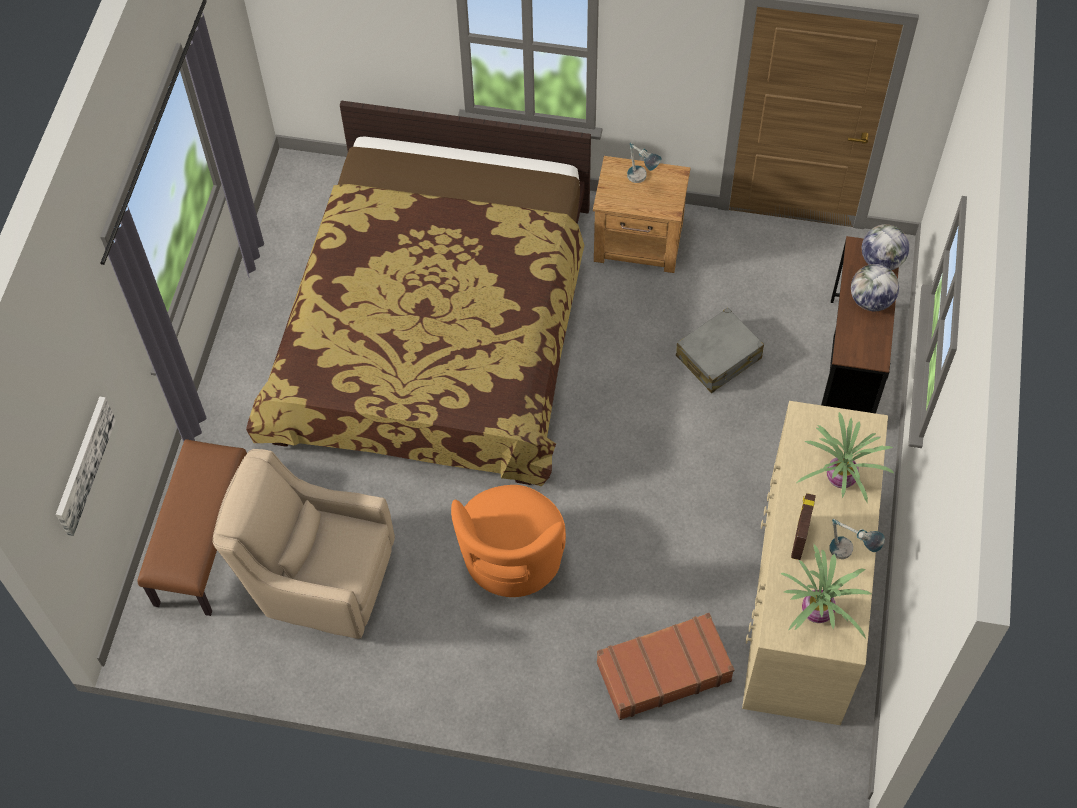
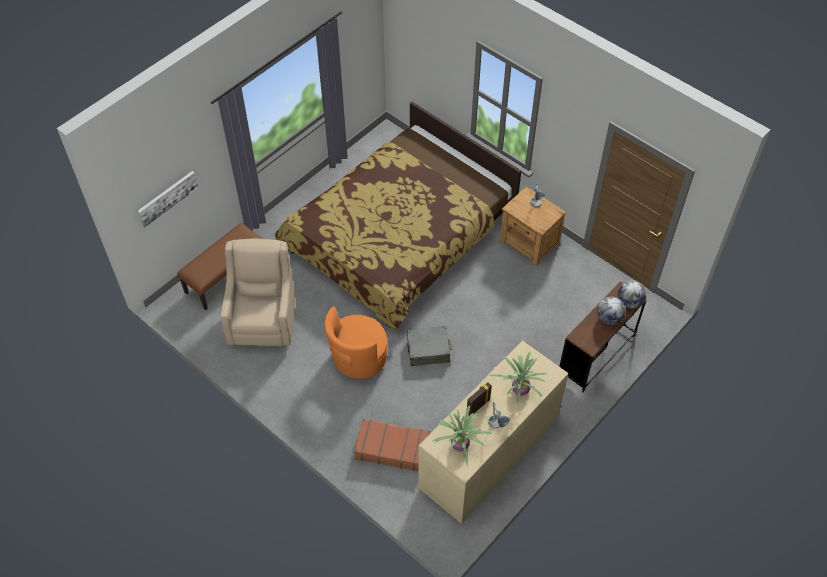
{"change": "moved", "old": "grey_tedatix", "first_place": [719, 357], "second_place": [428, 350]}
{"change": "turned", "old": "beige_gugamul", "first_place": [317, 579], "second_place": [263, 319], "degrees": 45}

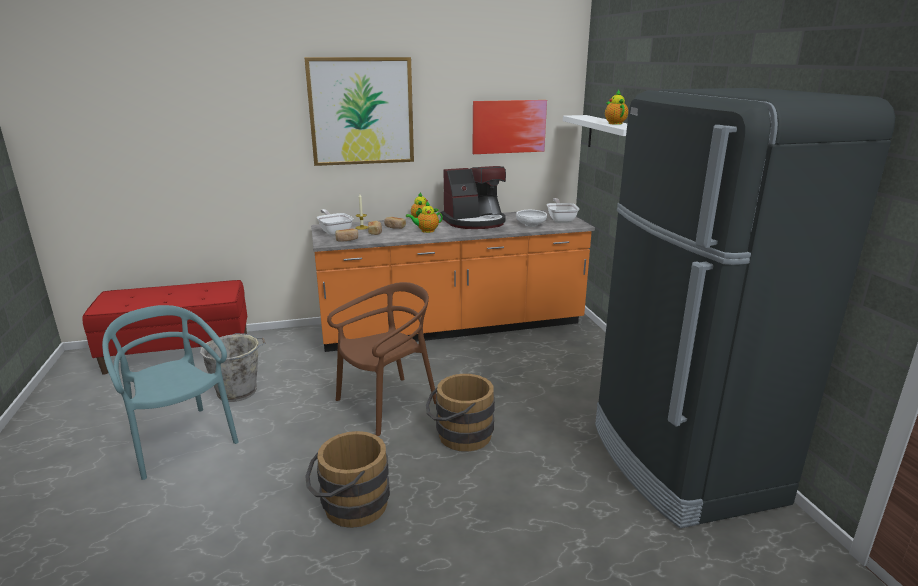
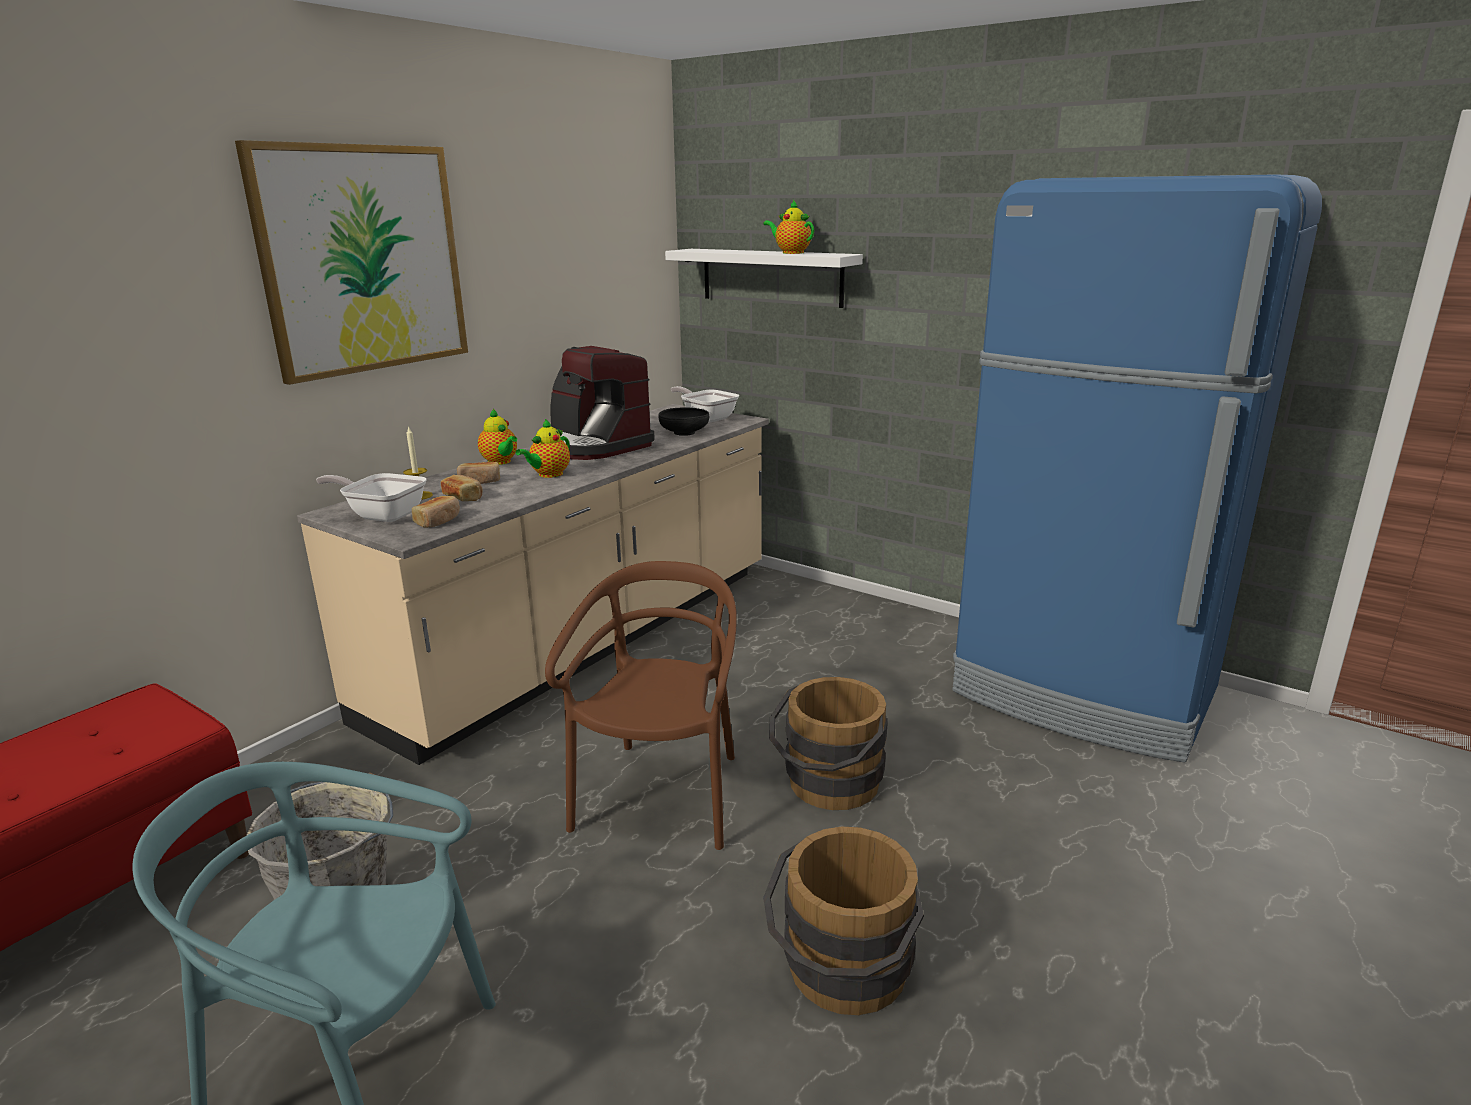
{"change": "removed", "old": "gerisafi", "first_place": [508, 126]}
{"change": "recoloured", "old": "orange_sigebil", "new": "beige_sigebil", "first_place": [452, 327], "second_place": [586, 641]}
{"change": "recoloured", "old": "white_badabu", "new": "black_badabu", "first_place": [531, 225], "second_place": [684, 433]}
{"change": "recoloured", "old": "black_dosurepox", "new": "blue_dosurepox", "first_place": [681, 463], "second_place": [1084, 692]}
{"change": "turned", "old": "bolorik", "first_place": [475, 222], "second_place": [594, 445], "degrees": 105}

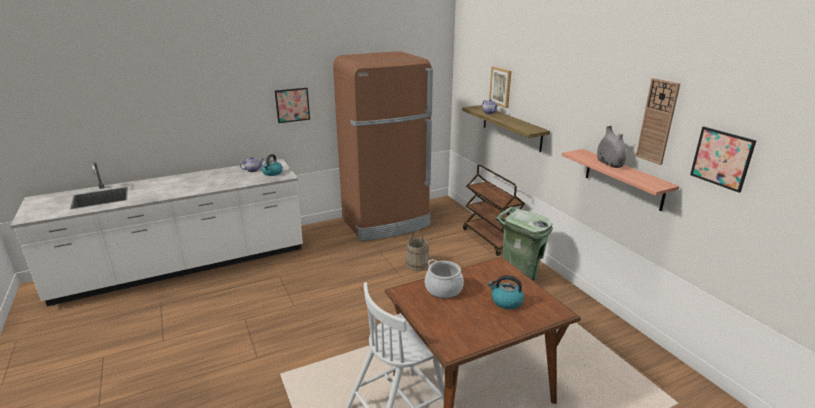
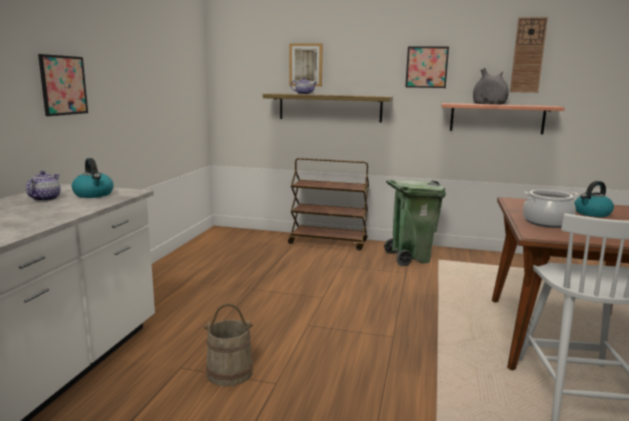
{"change": "removed", "old": "brown_dosurepox", "first_place": [386, 223]}
{"change": "moved", "old": "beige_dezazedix", "first_place": [417, 264], "second_place": [229, 373]}
{"change": "moved", "old": "gerisafi", "first_place": [721, 158], "second_place": [426, 67]}

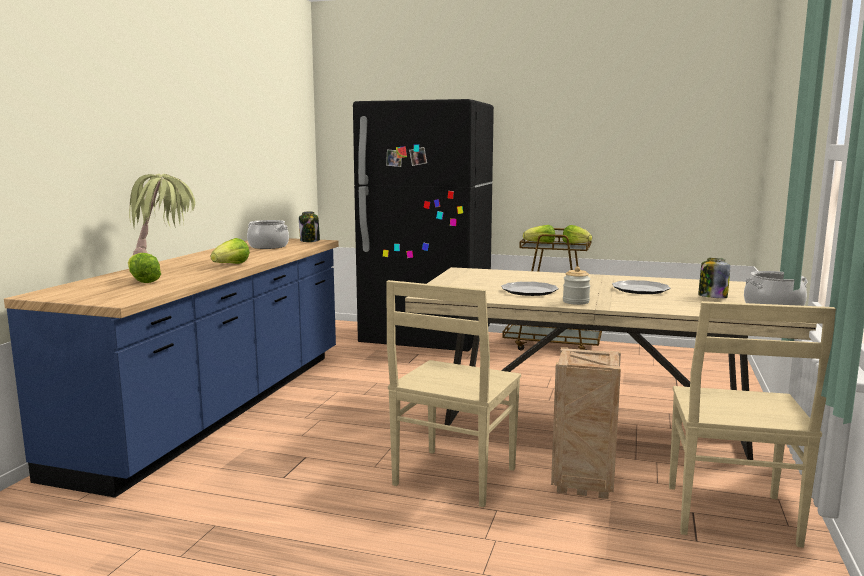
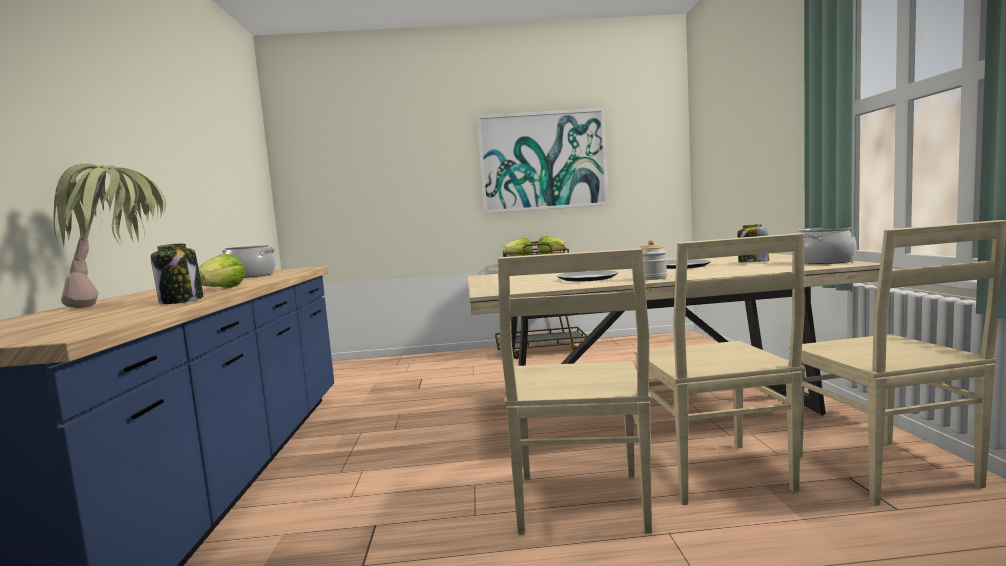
{"change": "removed", "old": "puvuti", "first_place": [142, 281]}
{"change": "removed", "old": "black_dosurepox", "first_place": [426, 340]}
{"change": "added", "new": "gerisafi", "second_place": [543, 161]}
{"change": "moved", "old": "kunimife", "first_place": [310, 241], "second_place": [182, 301]}
{"change": "replaced", "old": "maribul", "new": "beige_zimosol", "first_place": [581, 484], "second_place": [716, 474]}

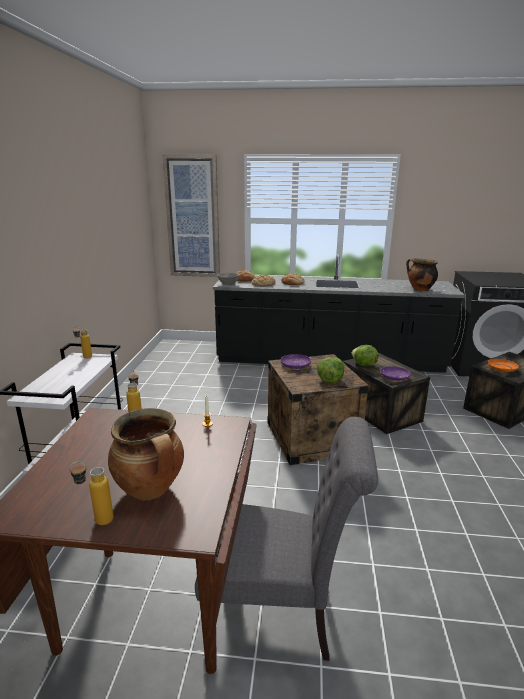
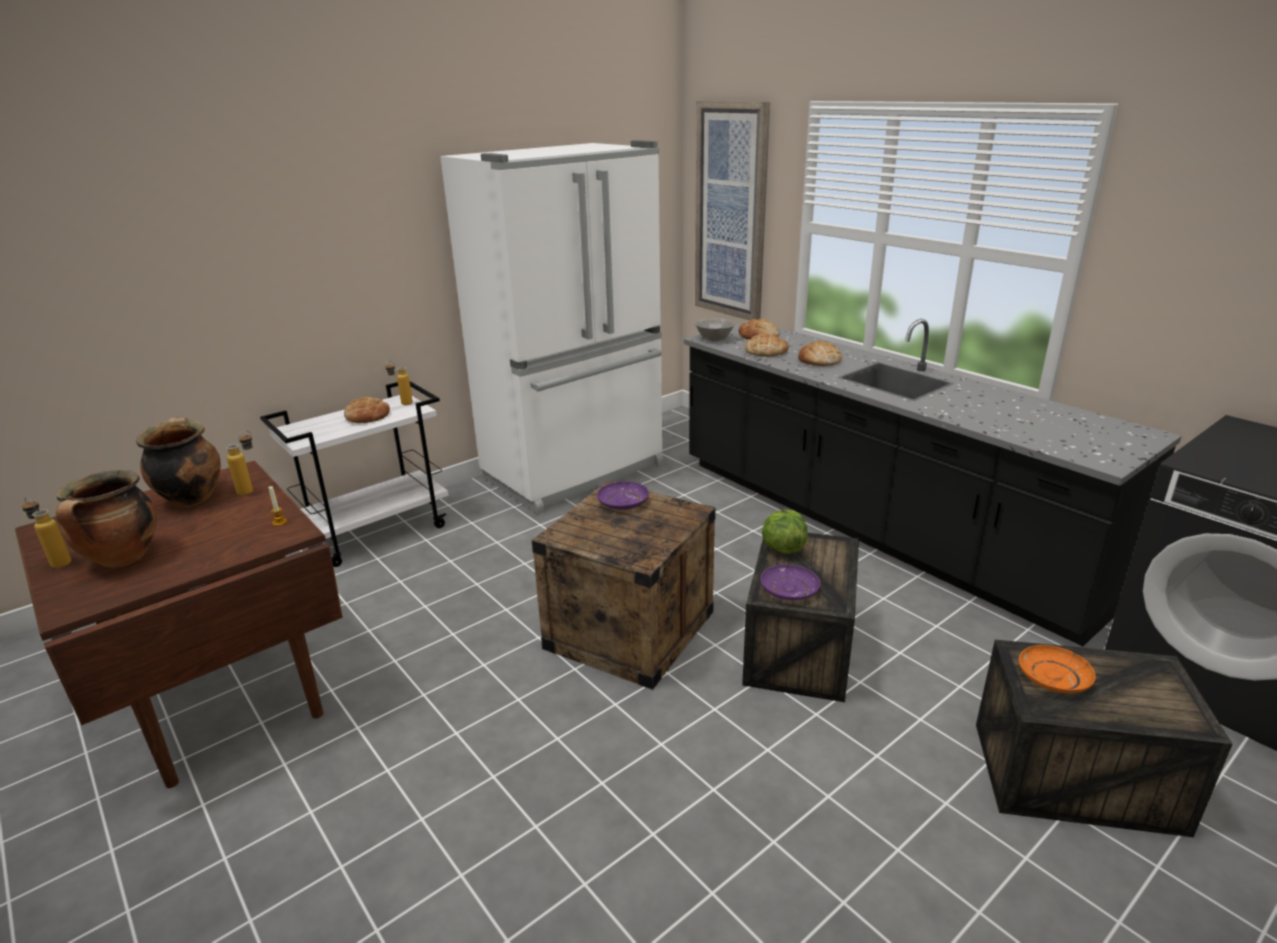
{"change": "removed", "old": "grey_zimosol", "first_place": [280, 616]}
{"change": "removed", "old": "puvuti", "first_place": [330, 381]}
{"change": "added", "new": "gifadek", "second_place": [367, 416]}
{"change": "added", "new": "white_dosurepox", "second_place": [576, 472]}
{"change": "moved", "old": "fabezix", "first_place": [419, 289], "second_place": [191, 498]}

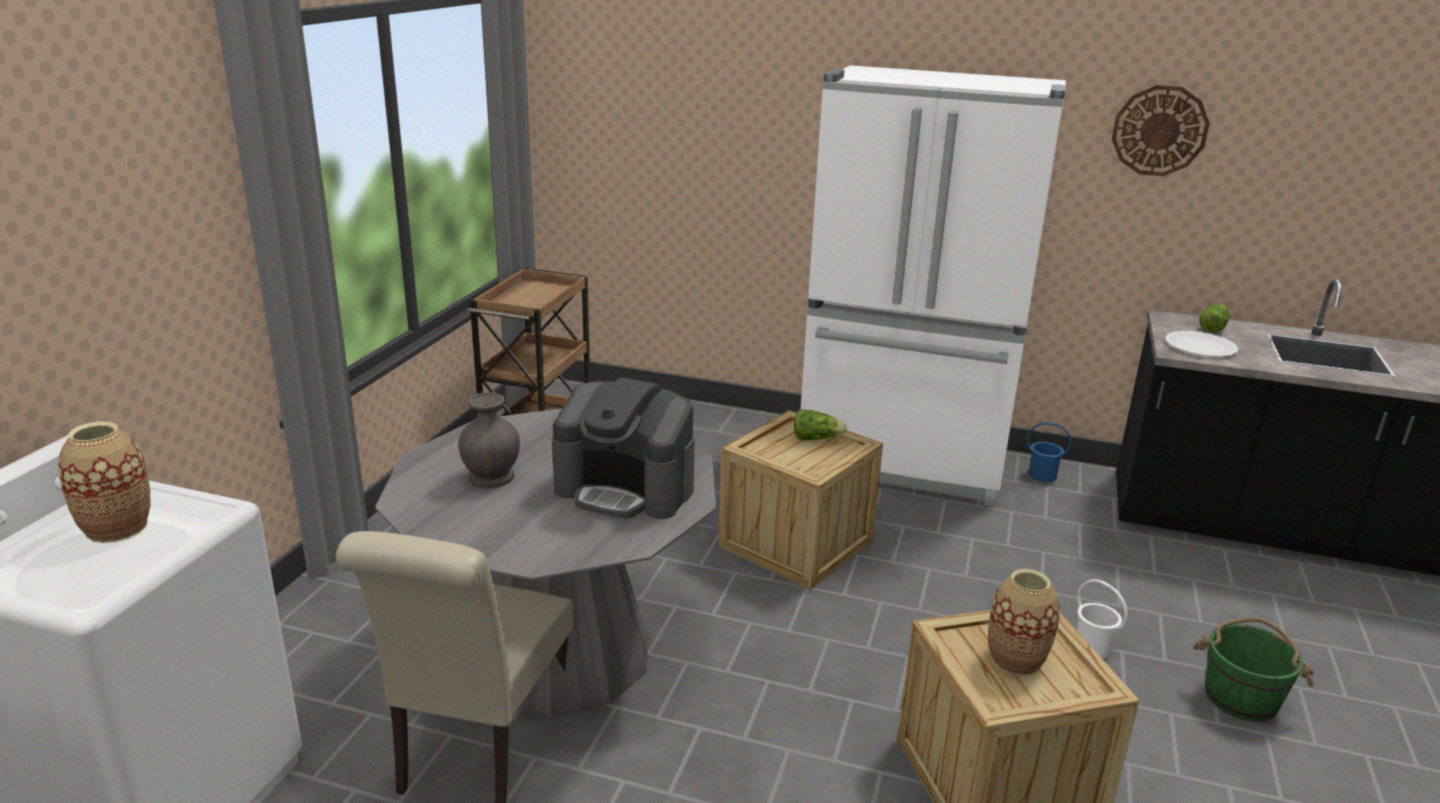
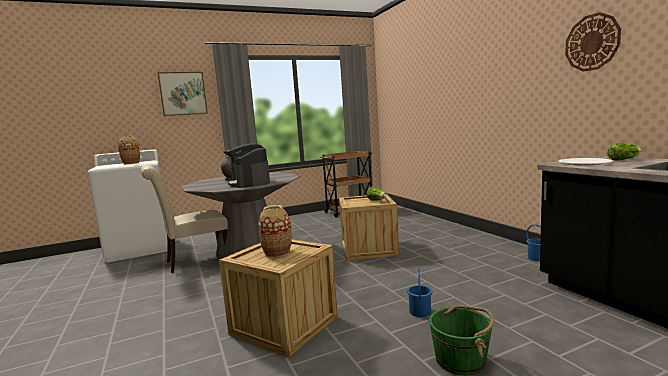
{"change": "removed", "old": "white_dosurepox", "first_place": [903, 463]}
{"change": "added", "new": "gerisafi", "second_place": [183, 93]}
{"change": "recoloured", "old": "white_dezazedix", "new": "blue_dezazedix", "first_place": [1092, 646], "second_place": [420, 311]}

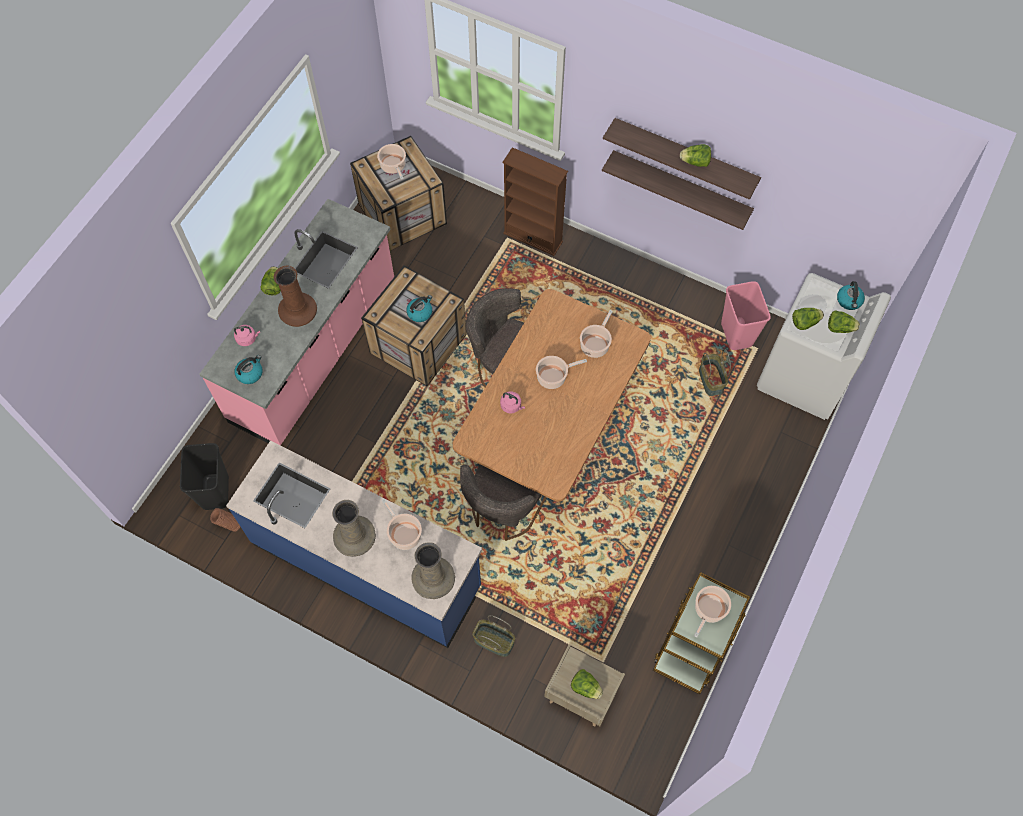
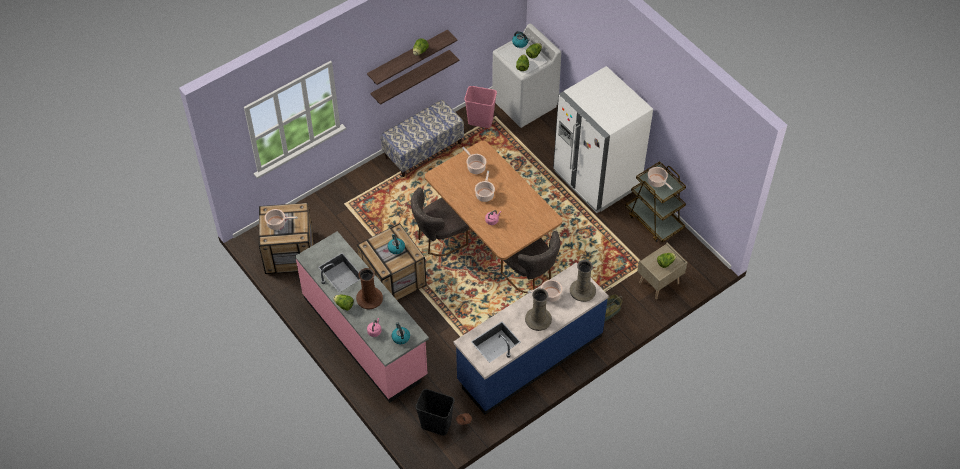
{"change": "removed", "old": "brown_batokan", "first_place": [533, 237]}
{"change": "removed", "old": "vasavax", "first_place": [711, 380]}
{"change": "added", "new": "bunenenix", "second_place": [423, 150]}
{"change": "added", "new": "white_dosurepox", "second_place": [596, 179]}

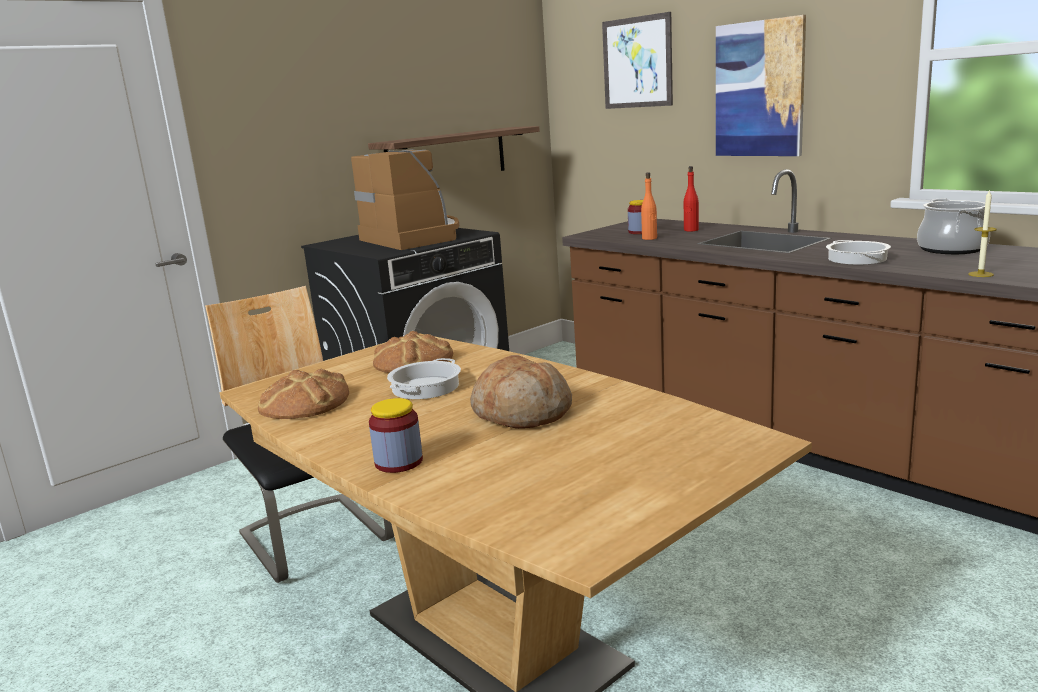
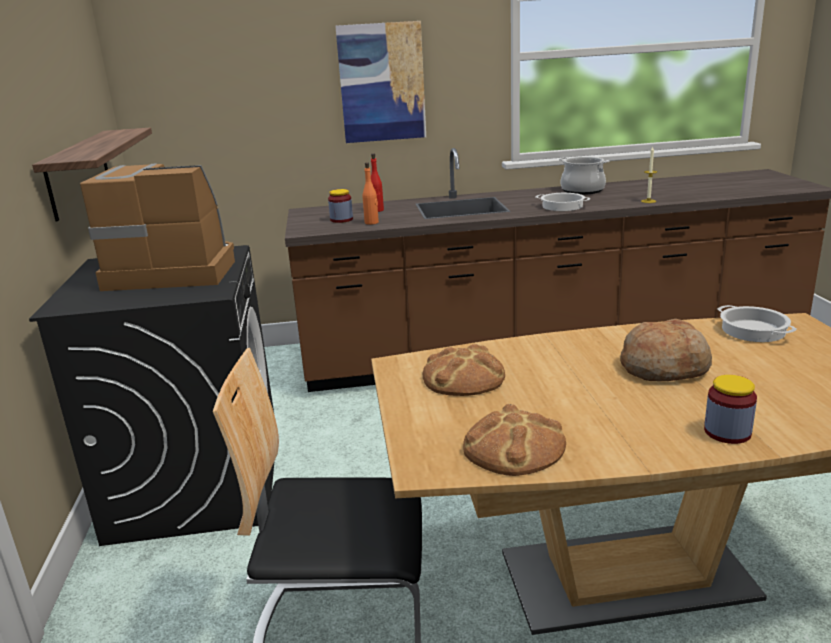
{"change": "removed", "old": "gerisafi", "first_place": [637, 62]}
{"change": "moved", "old": "fabezix", "first_place": [425, 387], "second_place": [752, 330]}

